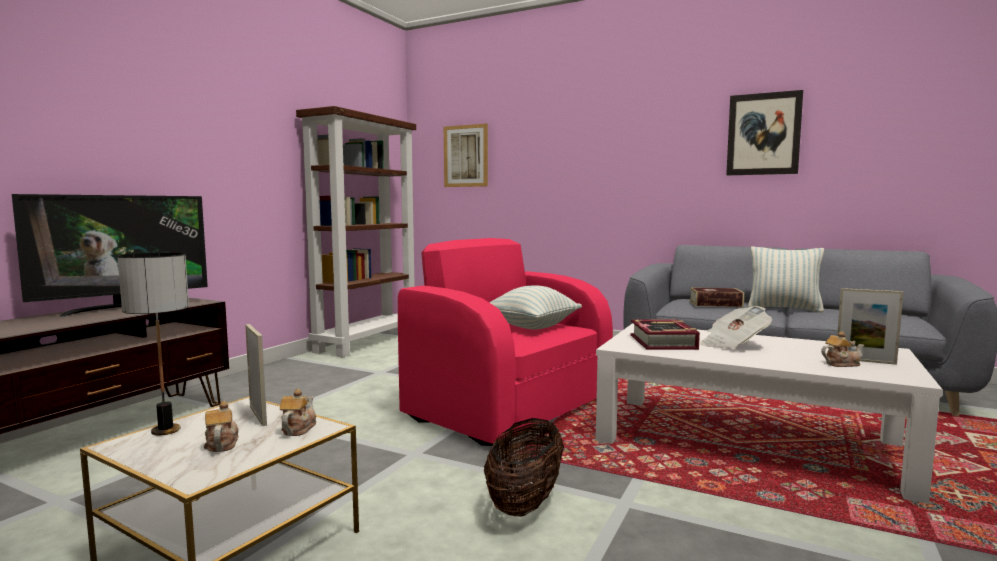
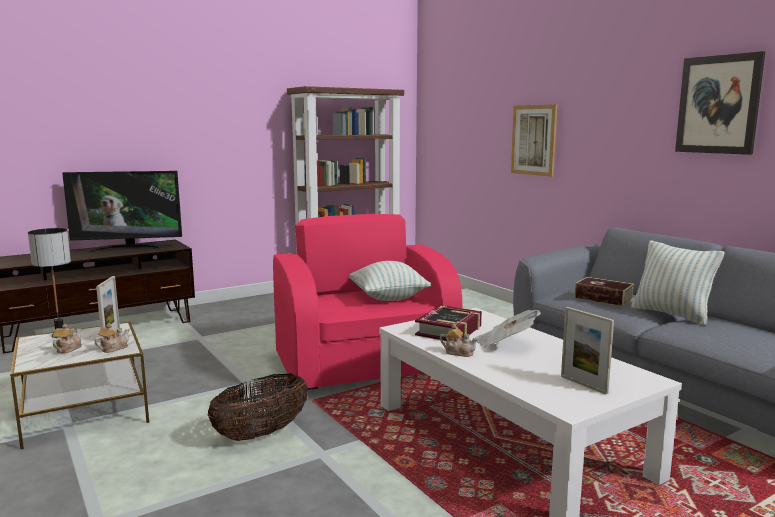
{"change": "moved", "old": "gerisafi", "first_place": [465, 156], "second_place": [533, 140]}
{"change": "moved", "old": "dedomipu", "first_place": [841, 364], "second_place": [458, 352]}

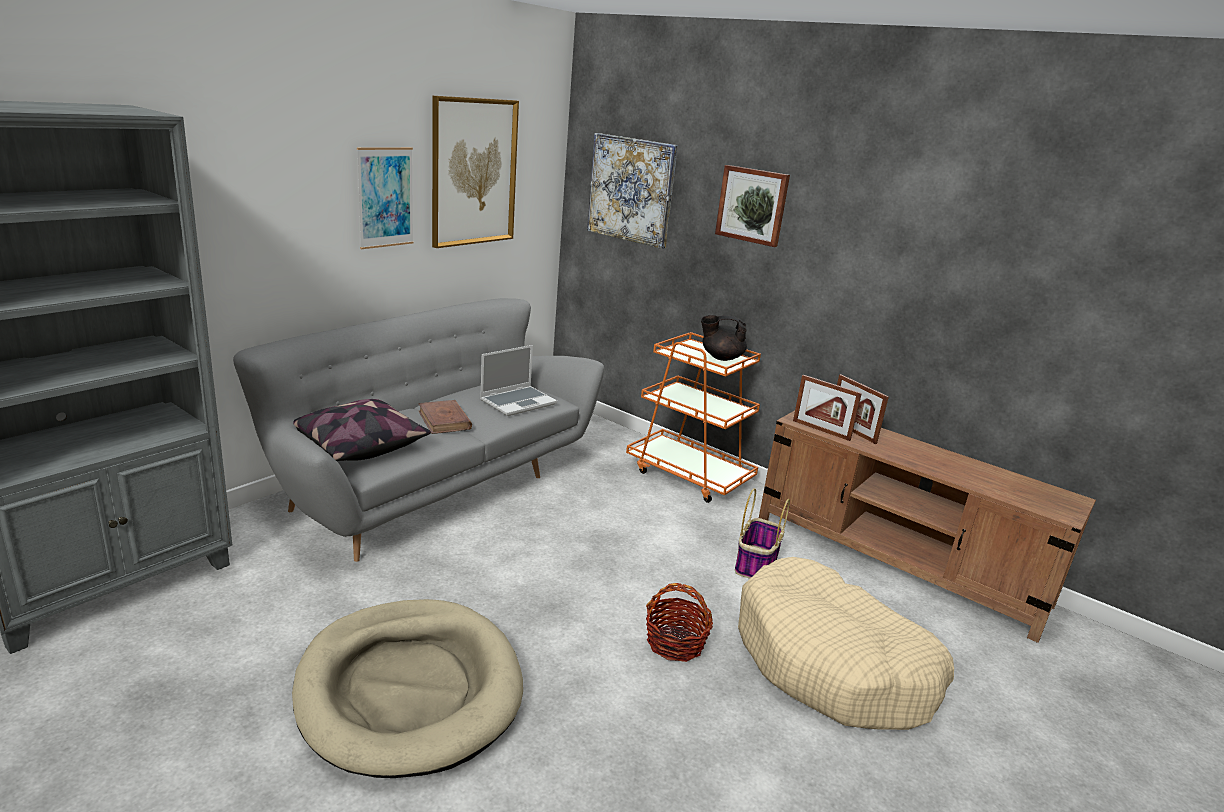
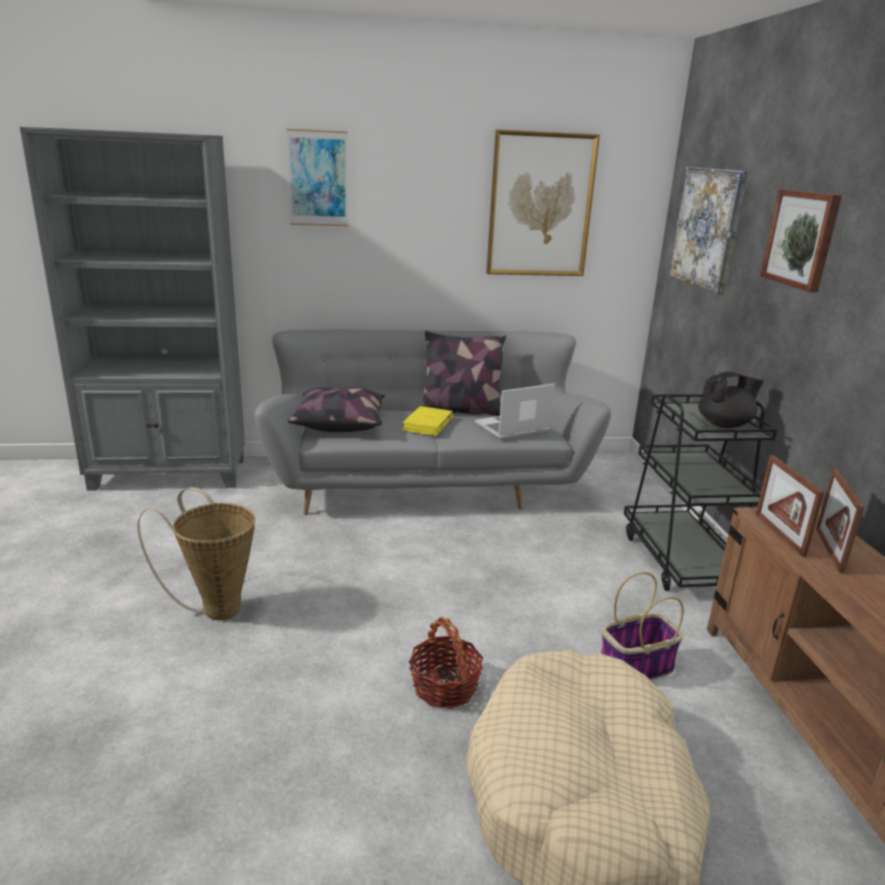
{"change": "added", "new": "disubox", "second_place": [460, 411]}
{"change": "moved", "old": "gerisafi", "first_place": [385, 197], "second_place": [318, 178]}
{"change": "replaced", "old": "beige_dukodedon", "new": "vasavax", "first_place": [409, 689], "second_place": [216, 607]}
{"change": "recoloured", "old": "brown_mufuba", "new": "yellow_mufuba", "first_place": [444, 420], "second_place": [427, 424]}
{"change": "recoloured", "old": "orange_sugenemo", "new": "black_sugenemo", "first_place": [689, 475], "second_place": [681, 560]}
{"change": "turned", "old": "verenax", "first_place": [518, 402], "second_place": [512, 428], "degrees": 150}
{"change": "turned", "old": "black_dedomipu", "first_place": [721, 357], "second_place": [725, 425], "degrees": 120}

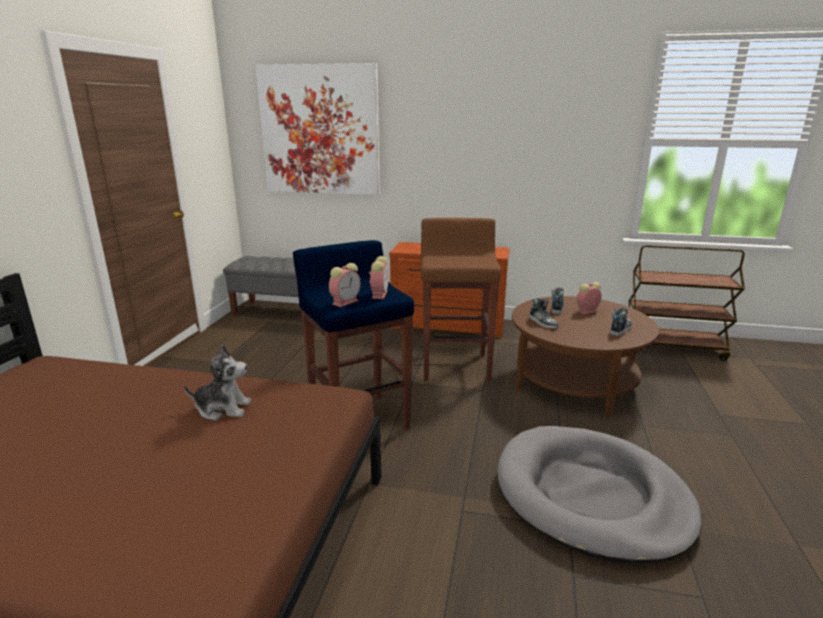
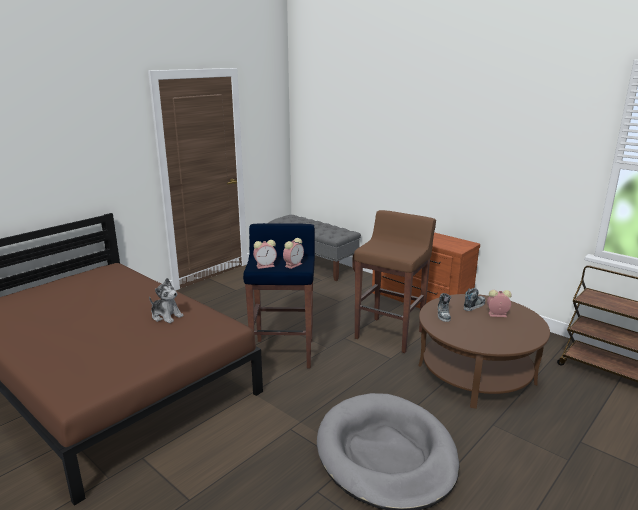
{"change": "removed", "old": "gerisafi", "first_place": [320, 131]}
{"change": "removed", "old": "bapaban", "first_place": [620, 329]}

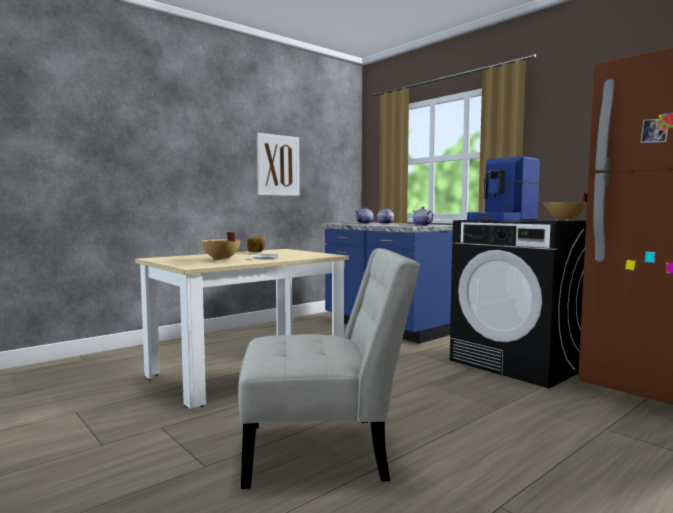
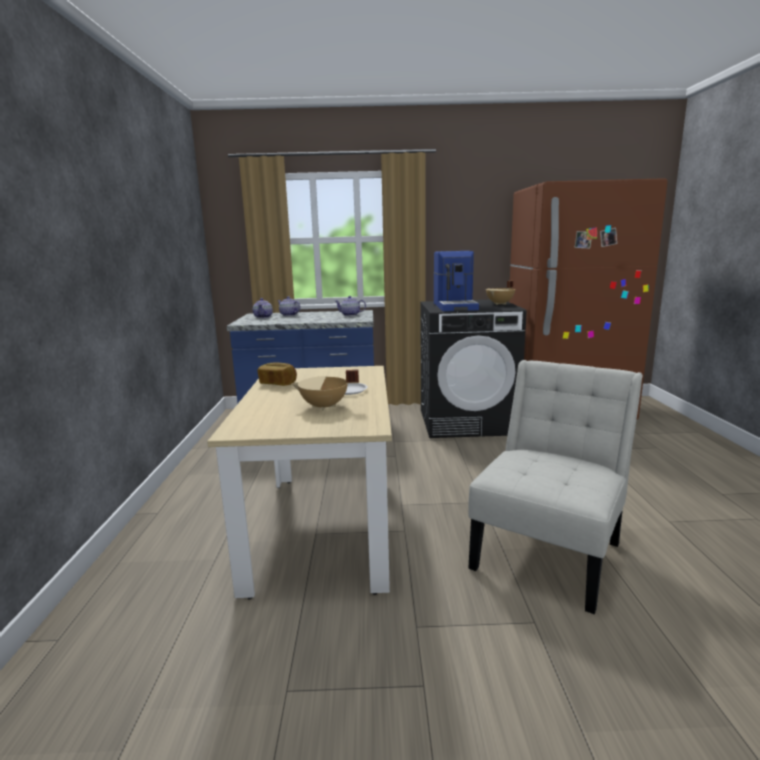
{"change": "removed", "old": "gerisafi", "first_place": [278, 165]}

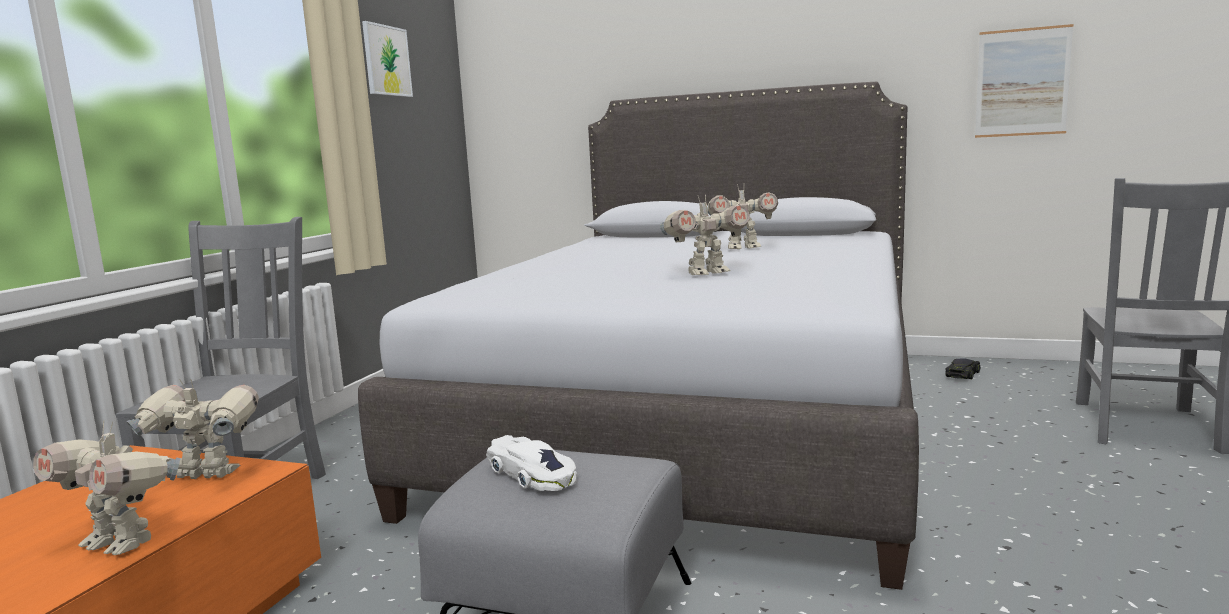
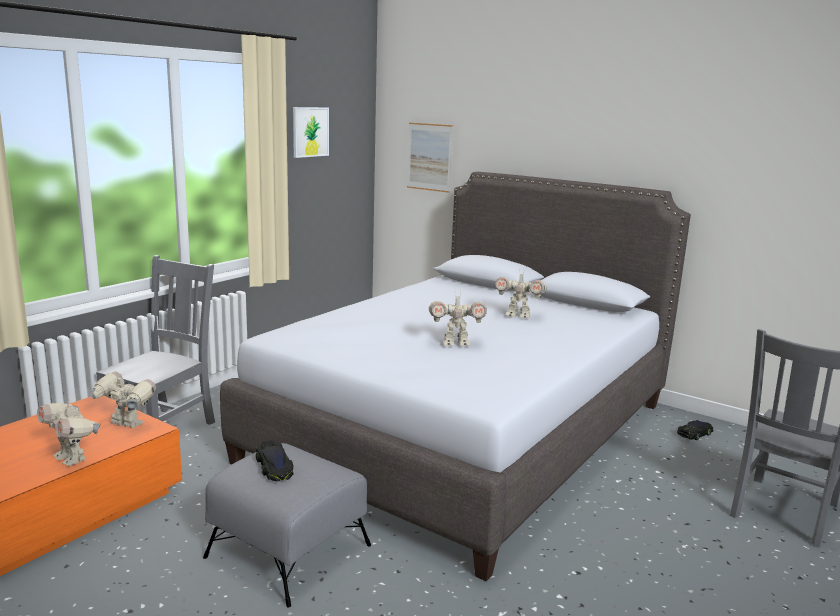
{"change": "moved", "old": "gerisafi", "first_place": [1022, 82], "second_place": [429, 157]}
{"change": "recoloured", "old": "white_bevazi", "new": "black_bevazi", "first_place": [532, 474], "second_place": [274, 466]}

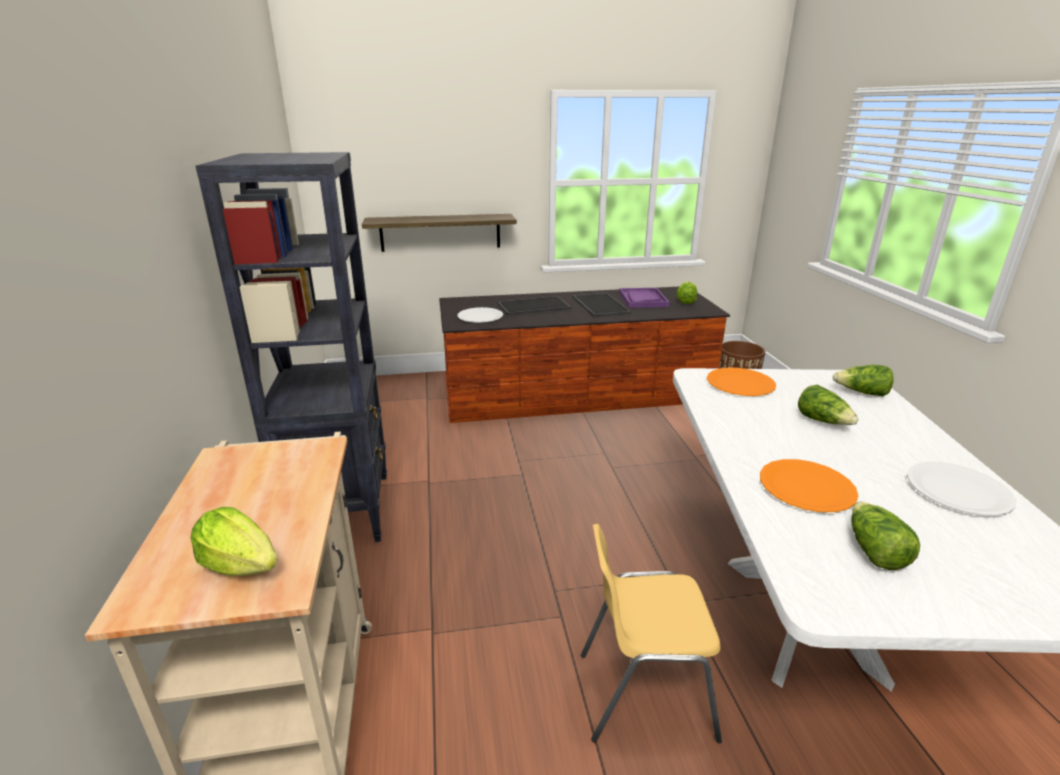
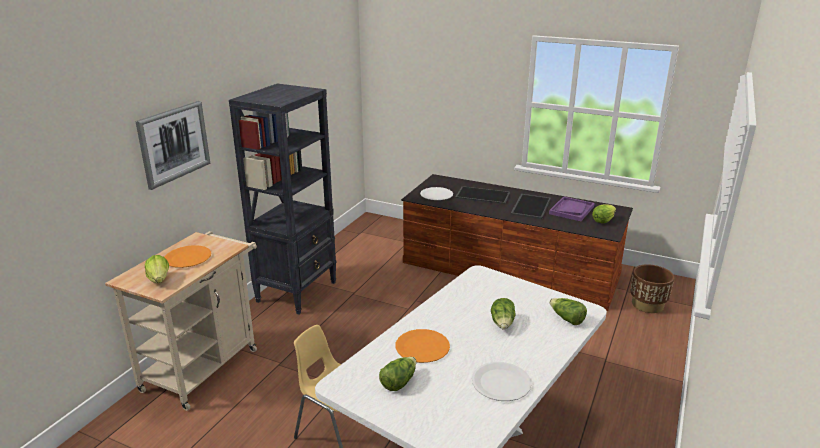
{"change": "removed", "old": "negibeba", "first_place": [440, 232]}
{"change": "added", "new": "gerisafi", "second_place": [174, 143]}
{"change": "moved", "old": "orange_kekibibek", "first_place": [740, 384], "second_place": [188, 258]}

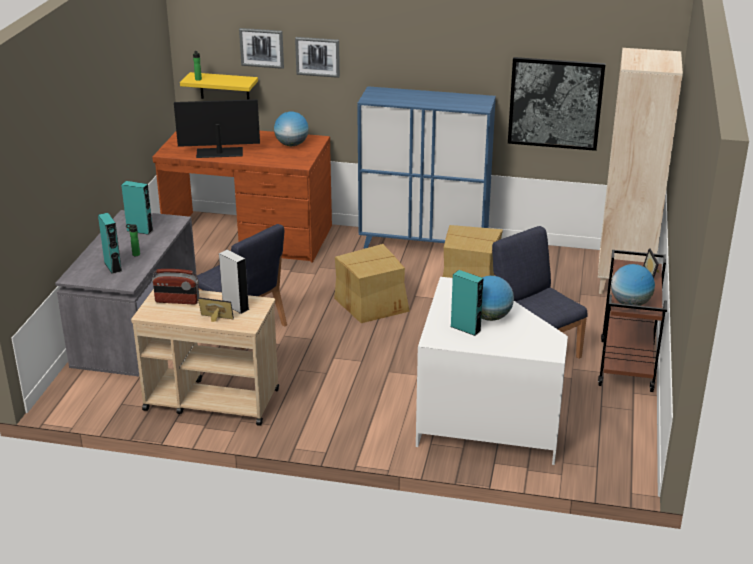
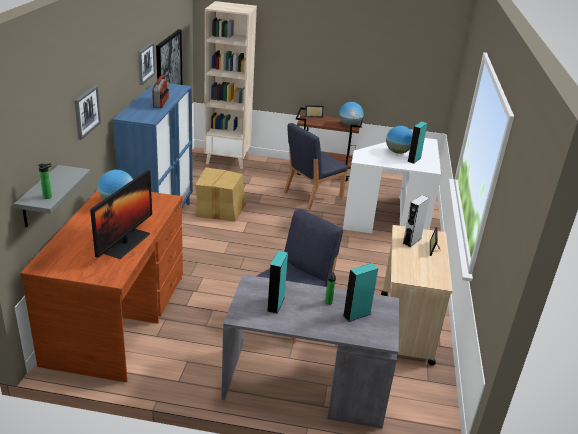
{"change": "removed", "old": "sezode", "first_place": [372, 303]}
{"change": "moved", "old": "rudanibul", "first_place": [177, 301], "second_place": [161, 103]}
{"change": "moved", "old": "gerisafi", "first_place": [262, 47], "second_place": [145, 63]}
{"change": "recoloured", "old": "yellow_negibeba", "new": "grey_negibeba", "first_place": [224, 87], "second_place": [39, 197]}
{"change": "turned", "old": "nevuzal", "first_place": [219, 153], "second_place": [125, 243], "degrees": -150}

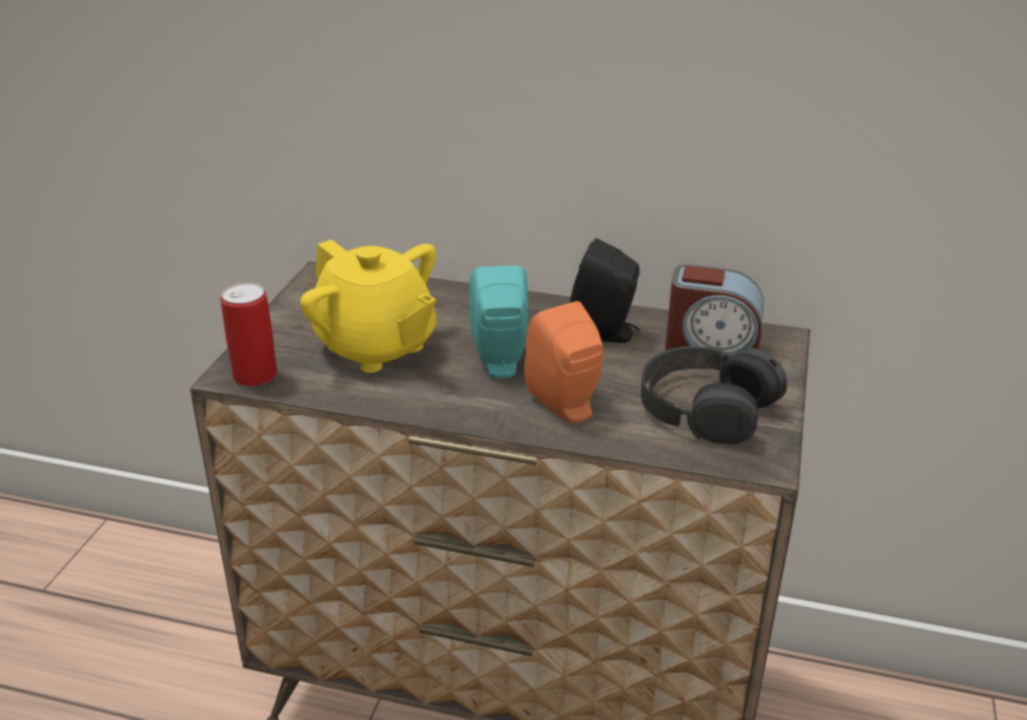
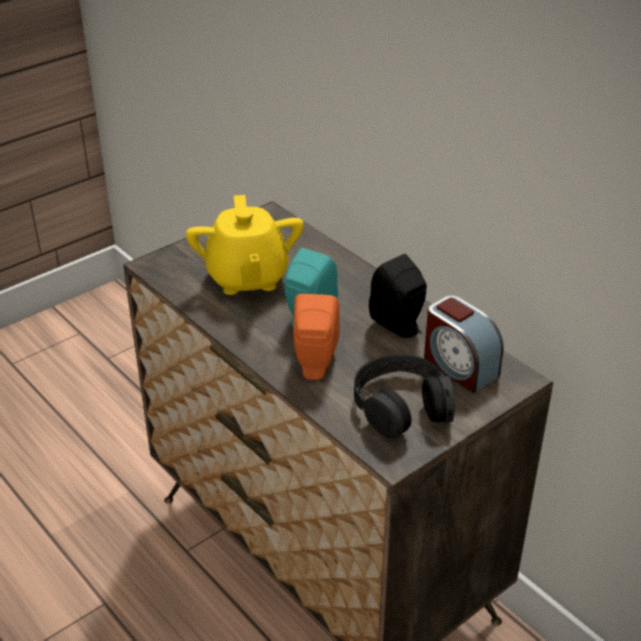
{"change": "removed", "old": "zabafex", "first_place": [255, 375]}

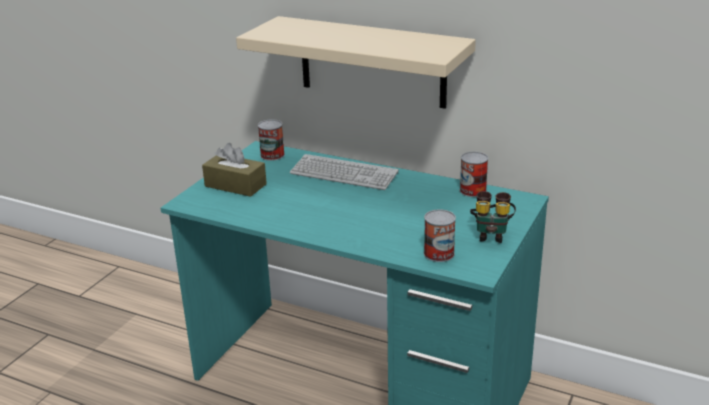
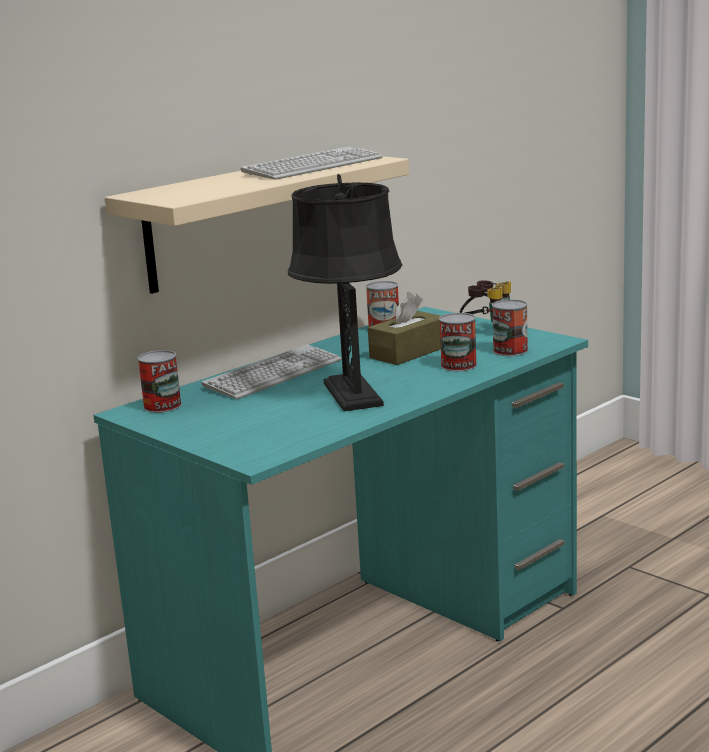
{"change": "added", "new": "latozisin", "second_place": [313, 166]}
{"change": "added", "new": "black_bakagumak", "second_place": [352, 394]}
{"change": "added", "new": "zabafex", "second_place": [458, 365]}
{"change": "moved", "old": "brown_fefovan", "first_place": [235, 185], "second_place": [408, 352]}

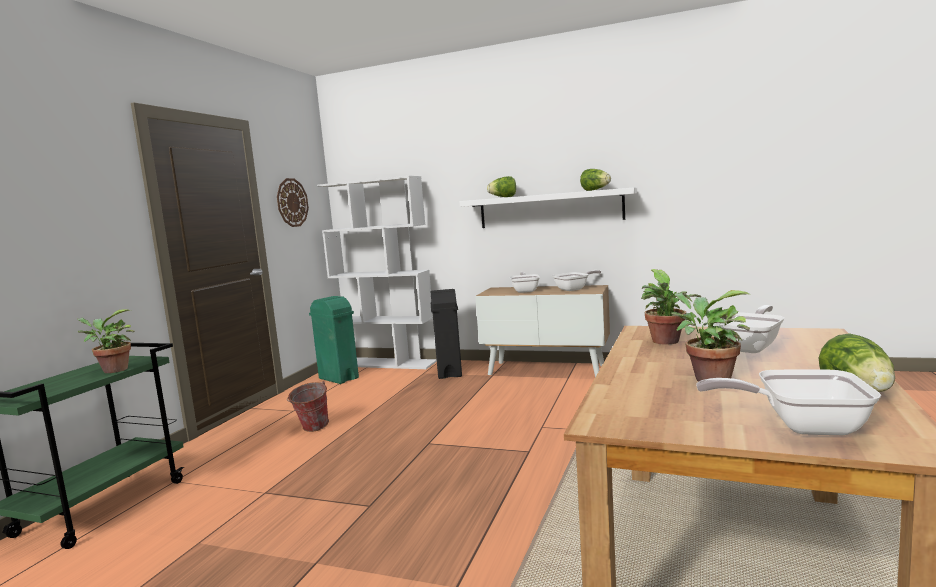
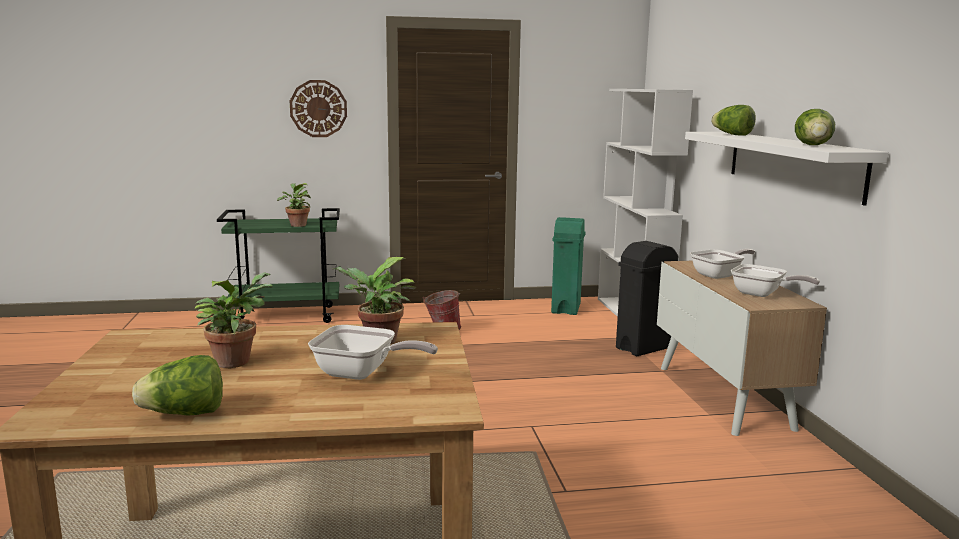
{"change": "removed", "old": "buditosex", "first_place": [800, 426]}
{"change": "moved", "old": "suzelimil", "first_place": [292, 202], "second_place": [318, 108]}

